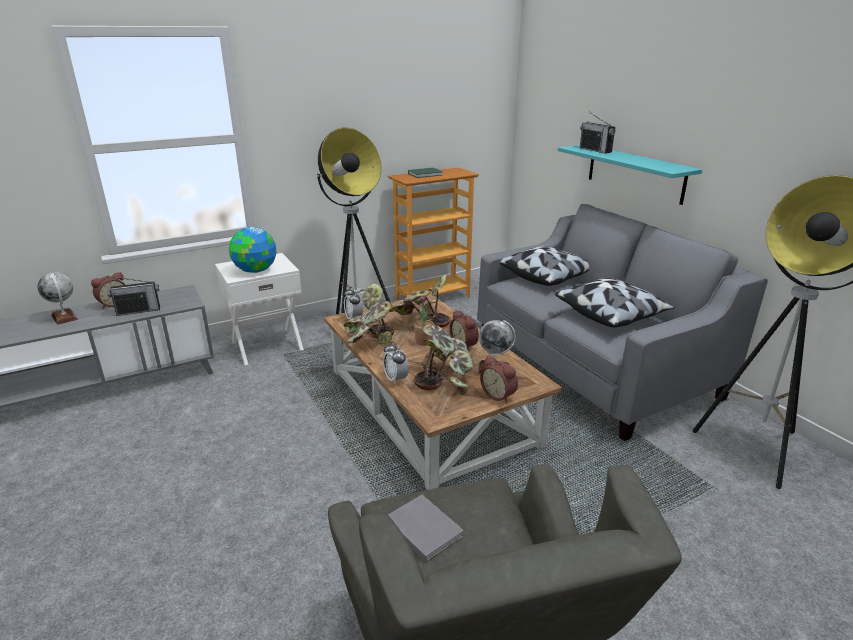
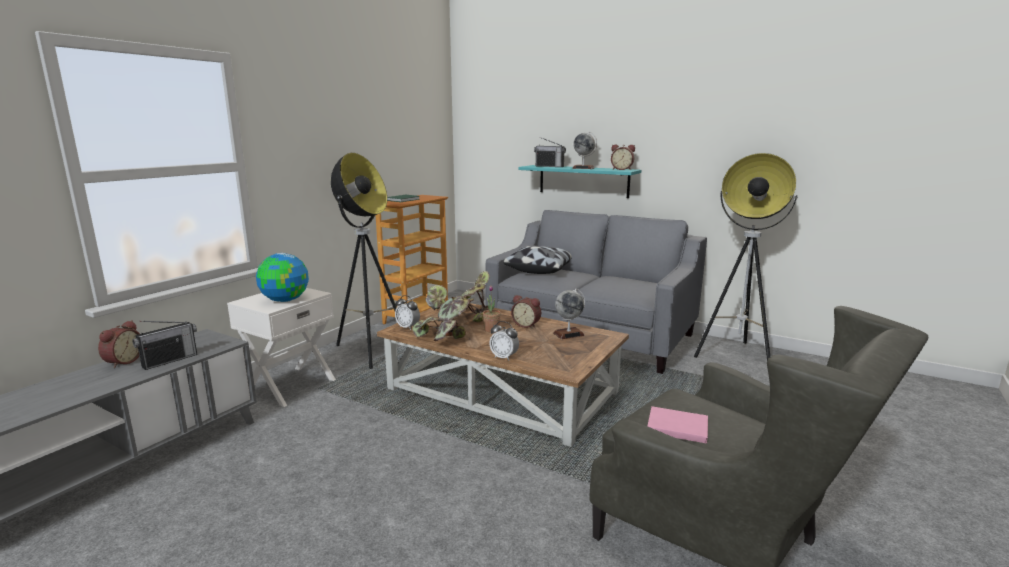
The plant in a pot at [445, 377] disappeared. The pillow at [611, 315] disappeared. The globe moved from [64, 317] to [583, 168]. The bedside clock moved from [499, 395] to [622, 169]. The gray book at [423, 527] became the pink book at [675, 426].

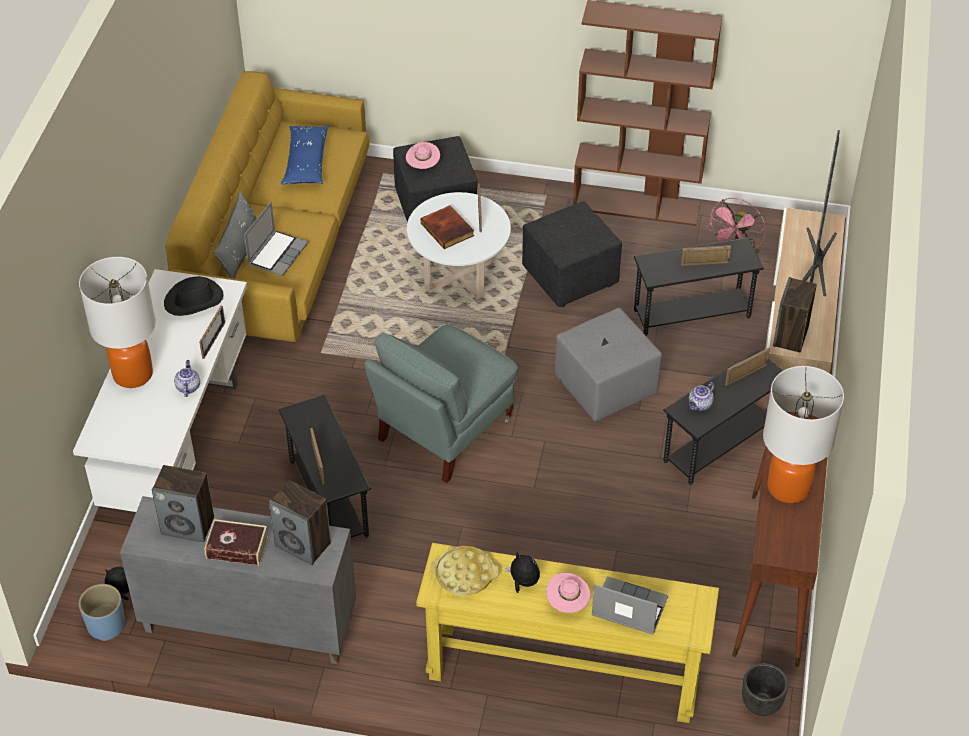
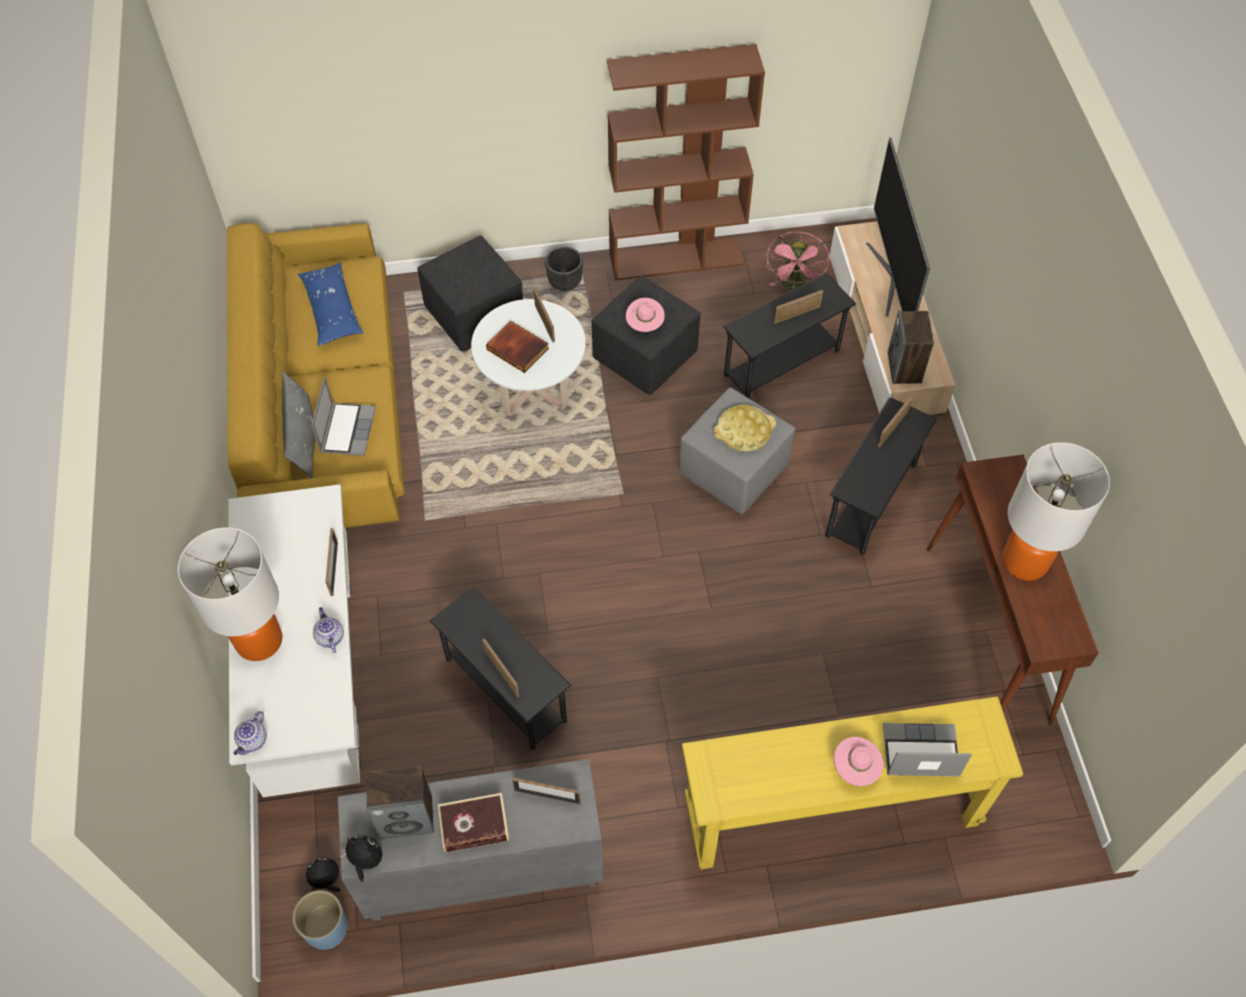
The black-coloured hat at [194, 300] disappeared. The gray armchair at [444, 430] disappeared. The pink hat moved from [423, 166] to [644, 325]. The yellow serving tray moved from [464, 574] to [743, 431]. The soft toy moved from [523, 582] to [365, 860]. The teapot moved from [700, 405] to [253, 741]. The black-coloured plant pot moved from [761, 703] to [565, 283]. The audio speaker at [303, 544] was replaced by the photo frame at [547, 796].

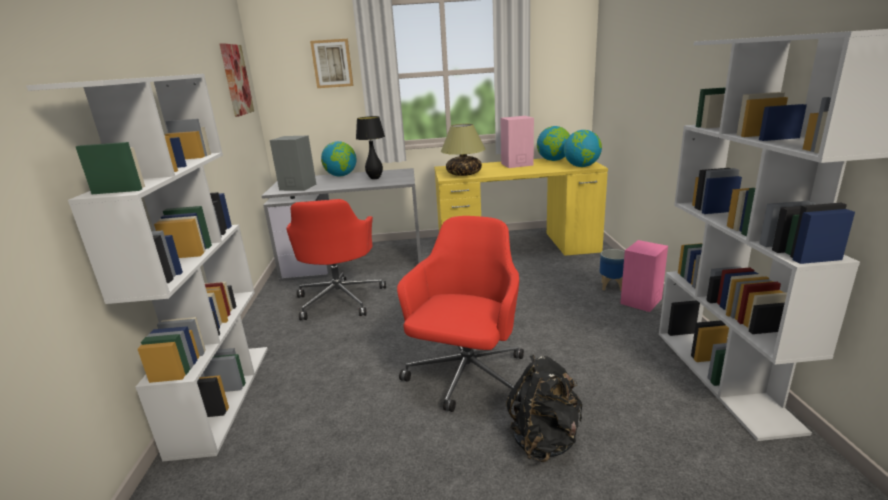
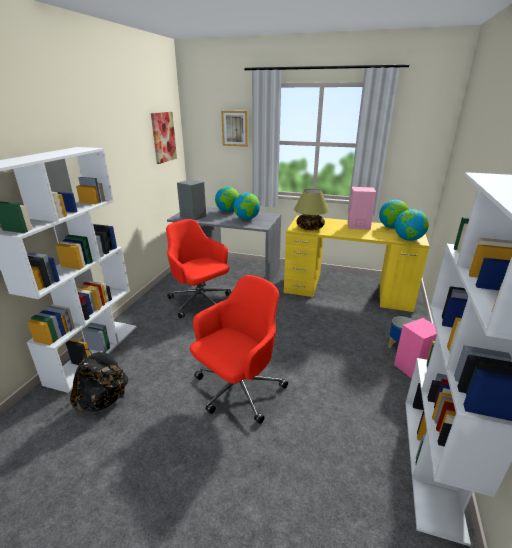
The black-coloured backpack moved from [545, 440] to [103, 400]. The black-coloured table lamp at [375, 178] was replaced by the globe at [246, 219]. The red-coloured computer chair at [340, 299] turned 120 degrees clockwise.

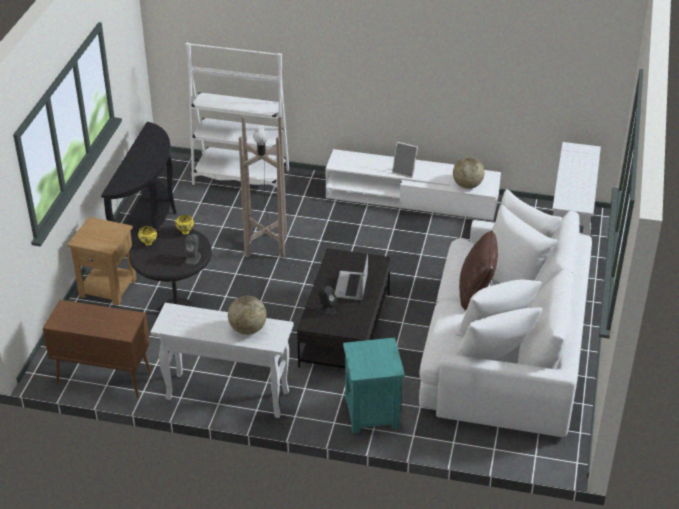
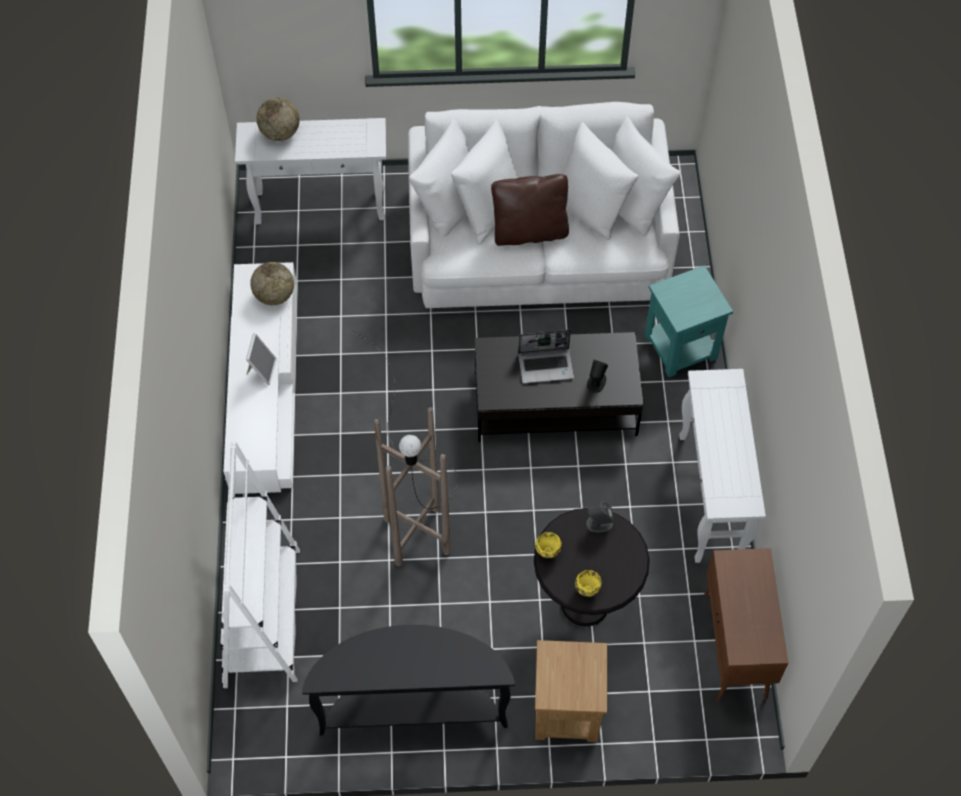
The globe moved from [248, 329] to [280, 133].

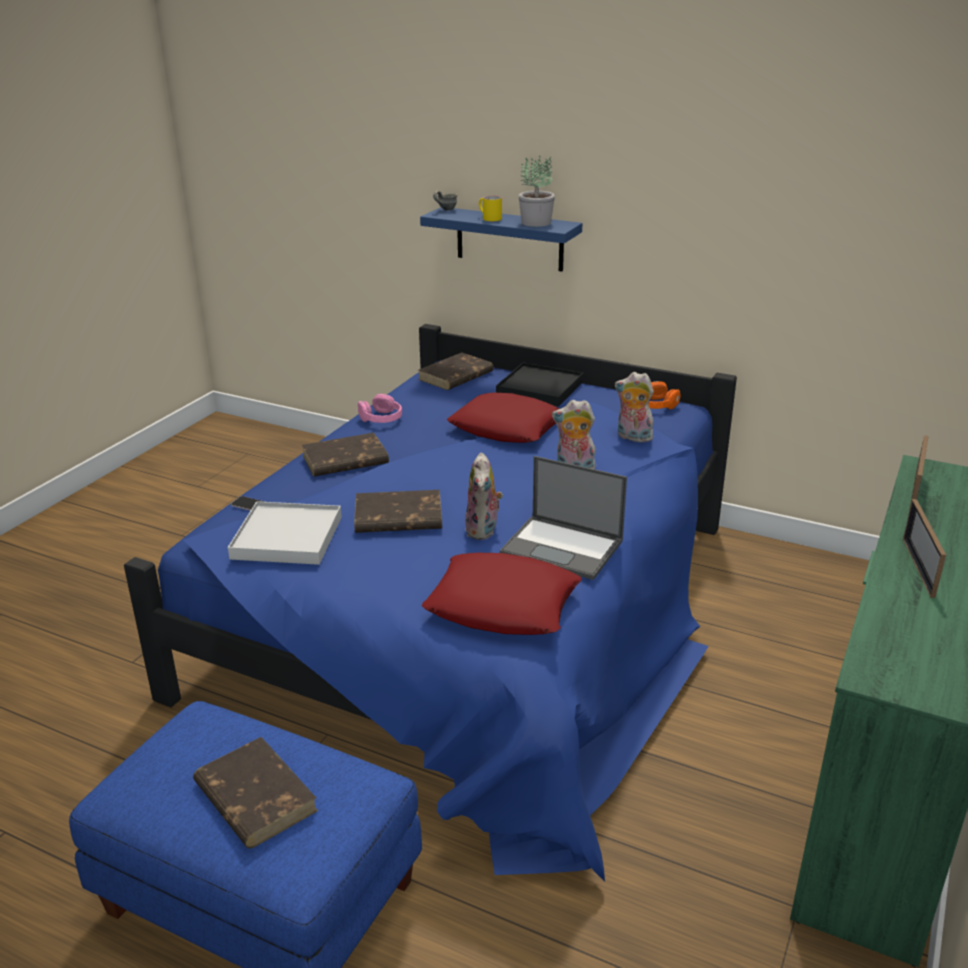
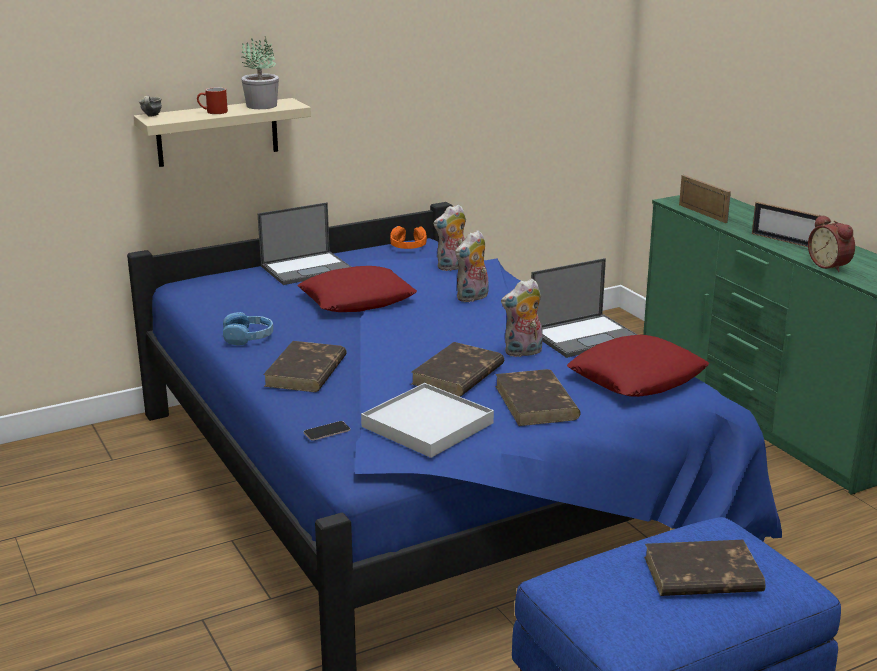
The bedside clock at [830, 265] appeared. The brown book moved from [455, 376] to [536, 403]. The black-coloured serving tray at [540, 388] was replaced by the portable computer at [307, 268]. The pink headphones at [381, 419] became the bluish headphones at [248, 337]. The bluish shelf at [509, 239] became the beige-coloured shelf at [217, 132]. The yellow mug at [488, 218] became the red-coloured mug at [213, 112]. The soft toy at [484, 530] turned 120 degrees clockwise.

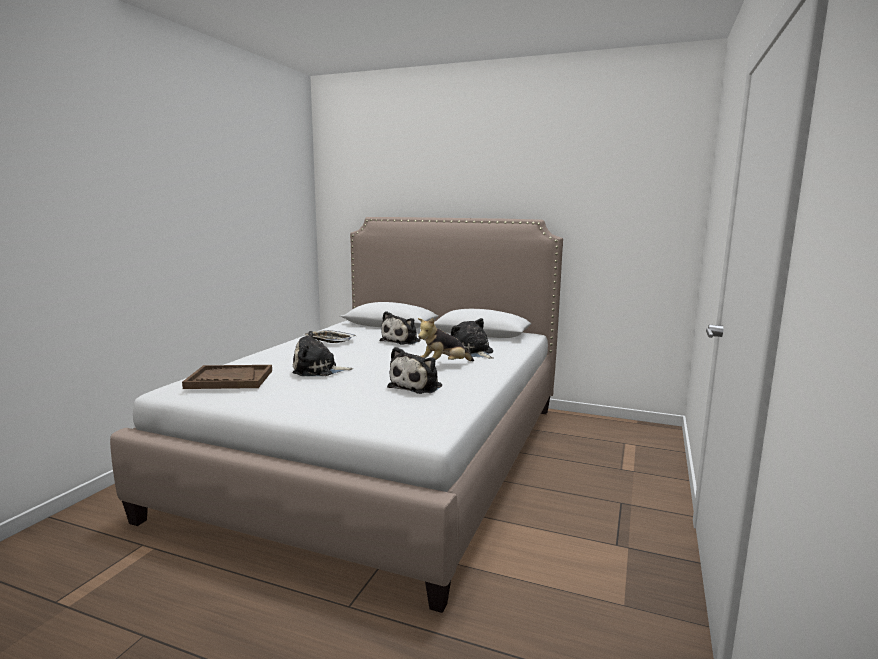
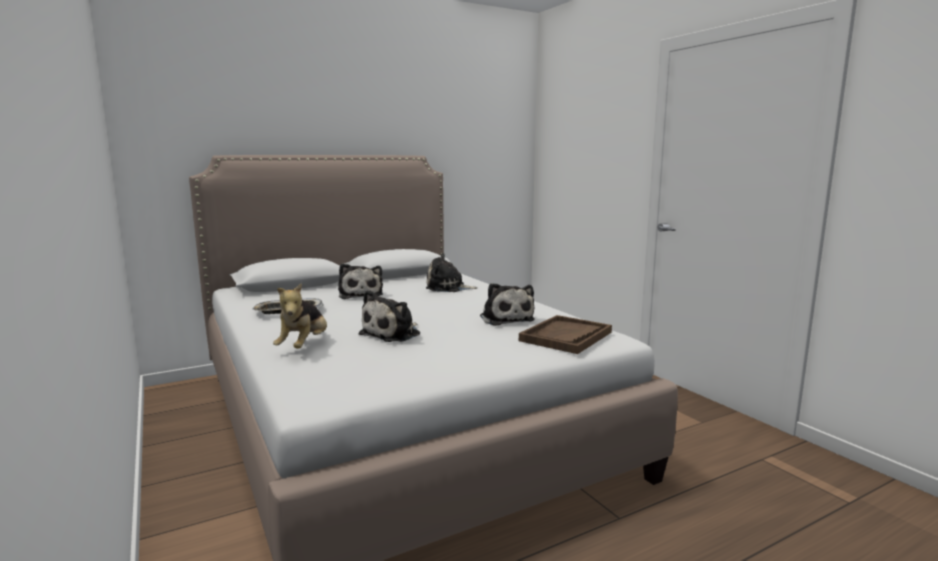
The brown serving tray moved from [229, 379] to [566, 336]. The soft toy moved from [444, 366] to [304, 346].

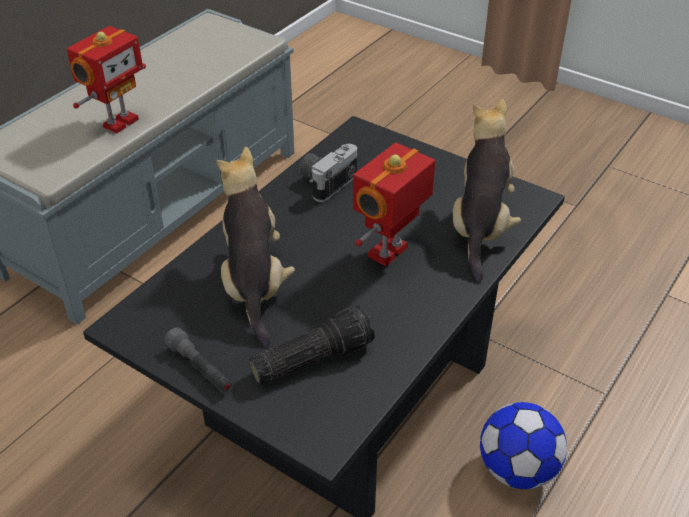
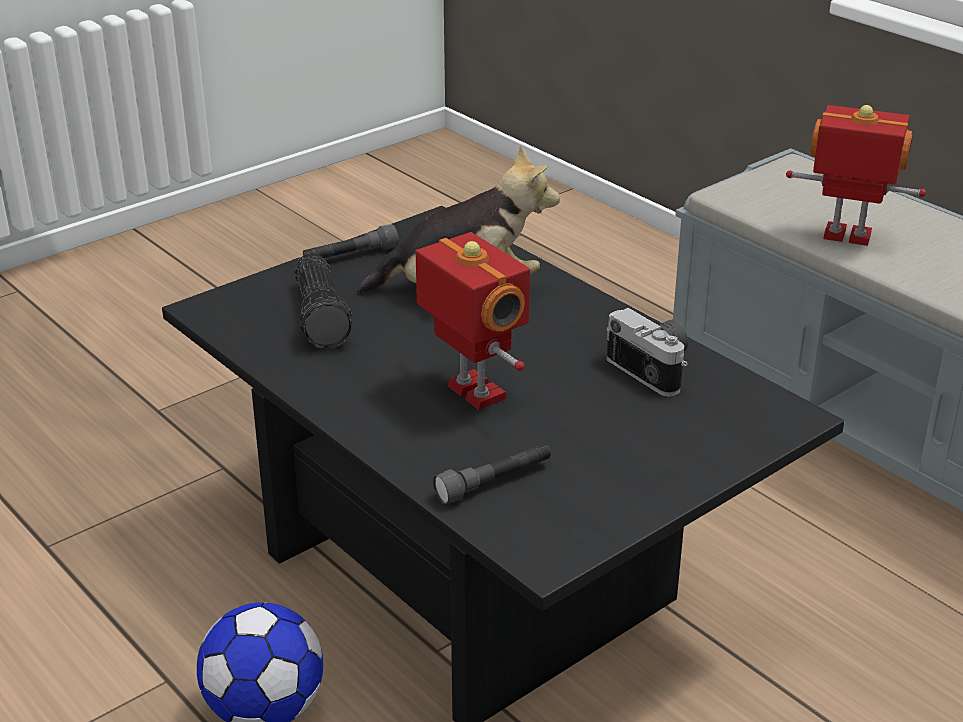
The soft toy at [480, 227] was replaced by the gray torch at [494, 482]. The model robot at [119, 122] turned 150 degrees clockwise.

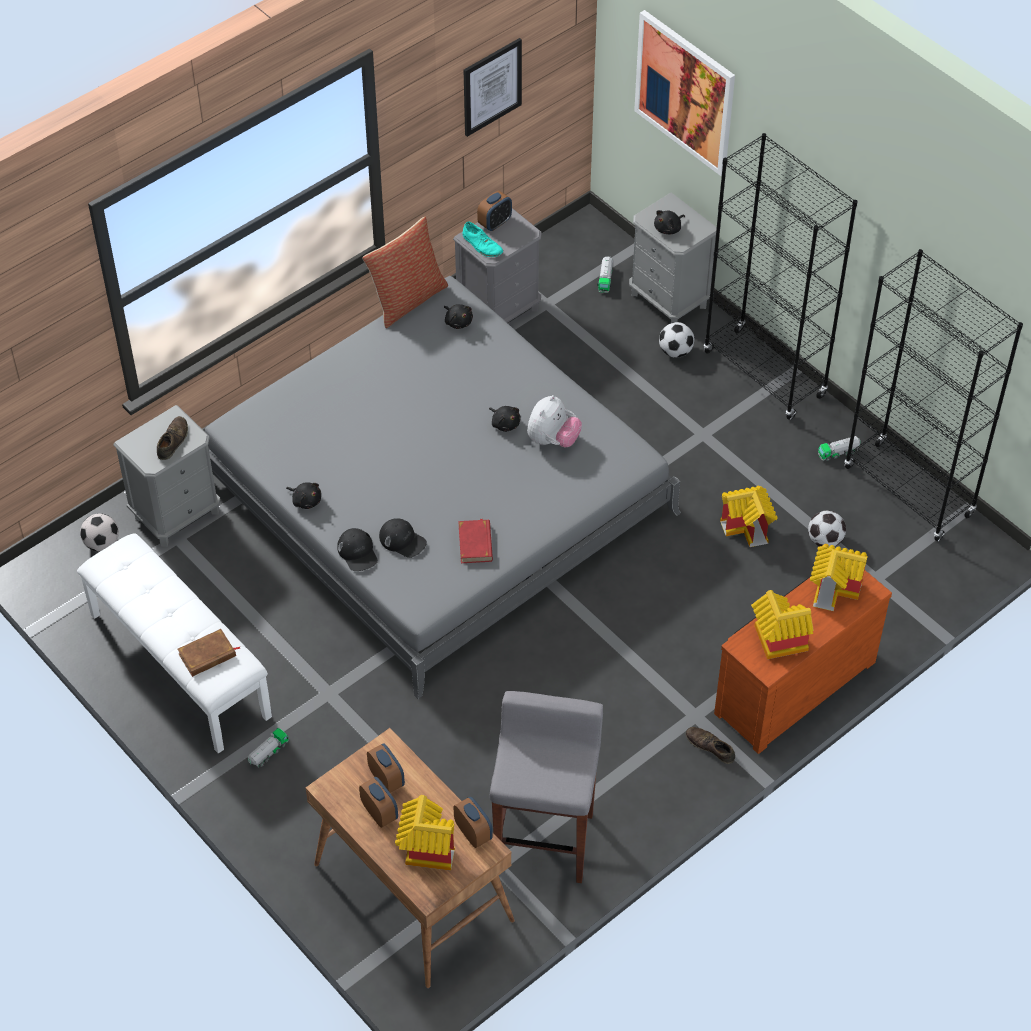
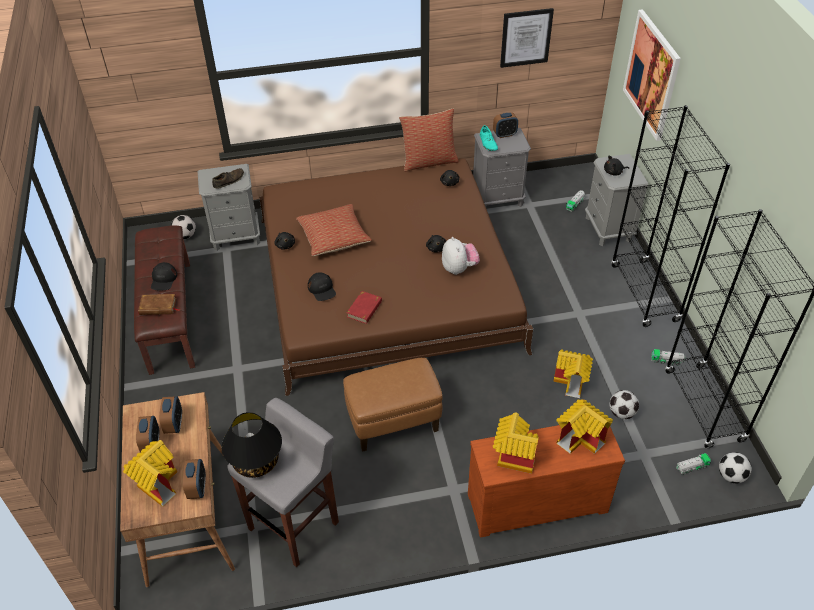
The brown low shoe at [710, 747] disappeared. The black-coloured table lamp at [256, 461] appeared. The pillow at [334, 237] appeared. The brown footrest at [394, 423] appeared. The toy lorry moved from [268, 753] to [691, 467]. The black-coloured peaked cap moved from [357, 552] to [163, 279]. The ball for football moved from [675, 351] to [731, 476]. The whitish long seat at [178, 665] became the brown long seat at [169, 316]. The gray bedroom bed at [436, 495] became the brown bedroom bed at [386, 283]. The soft toy at [552, 440] turned 75 degrees counterclockwise.

